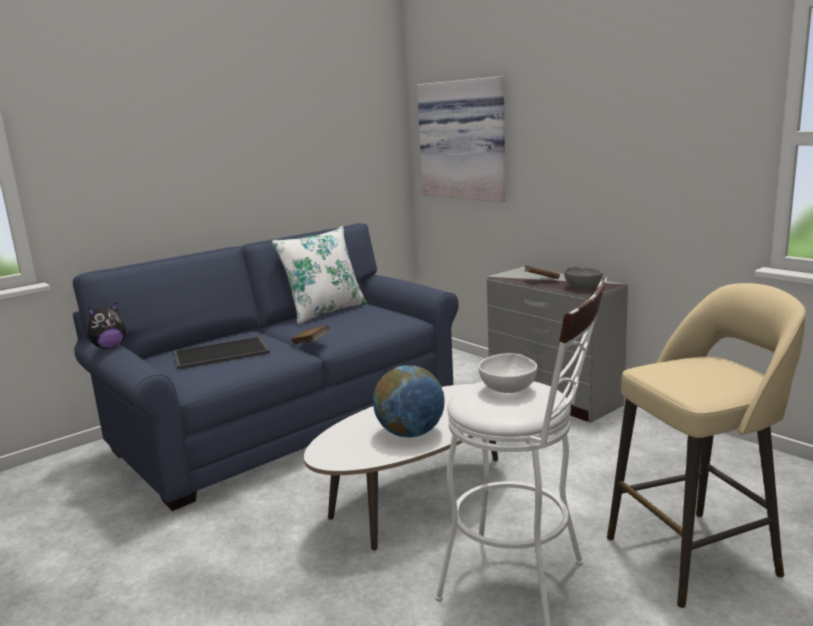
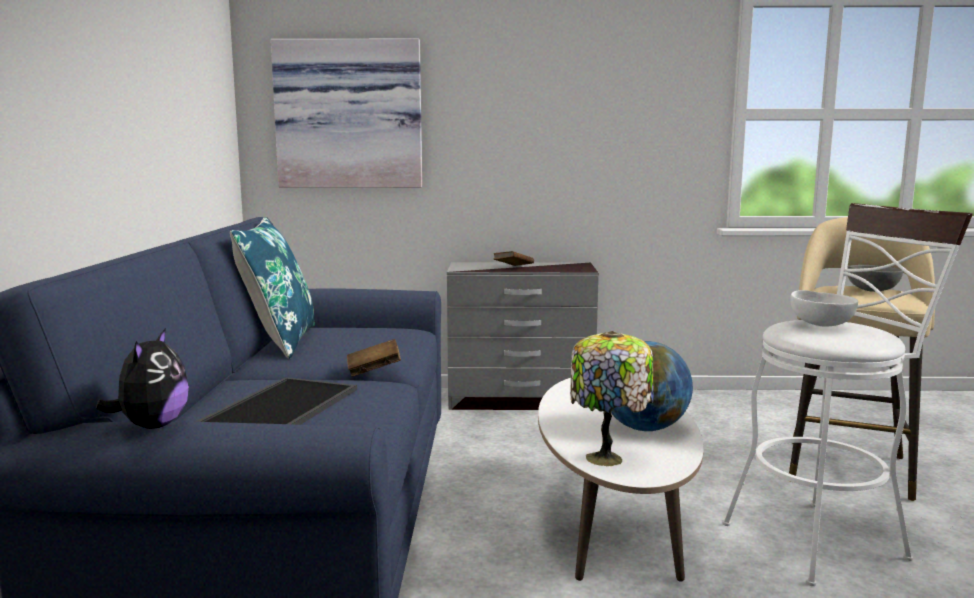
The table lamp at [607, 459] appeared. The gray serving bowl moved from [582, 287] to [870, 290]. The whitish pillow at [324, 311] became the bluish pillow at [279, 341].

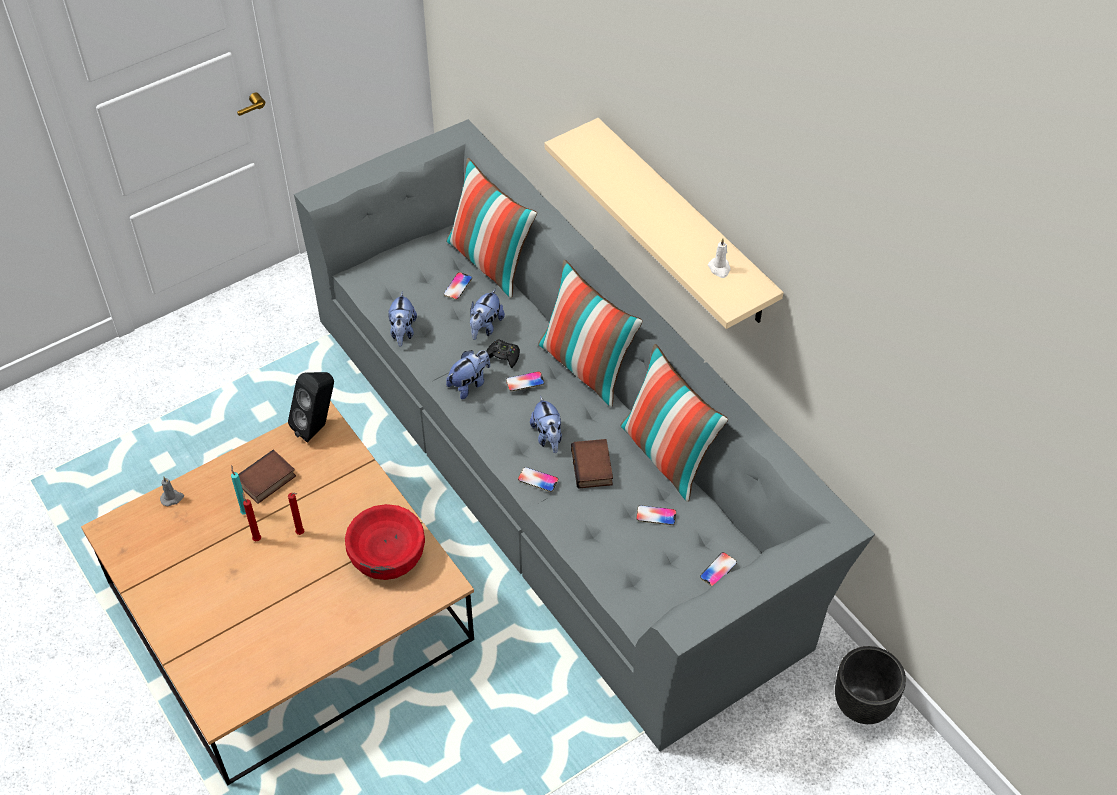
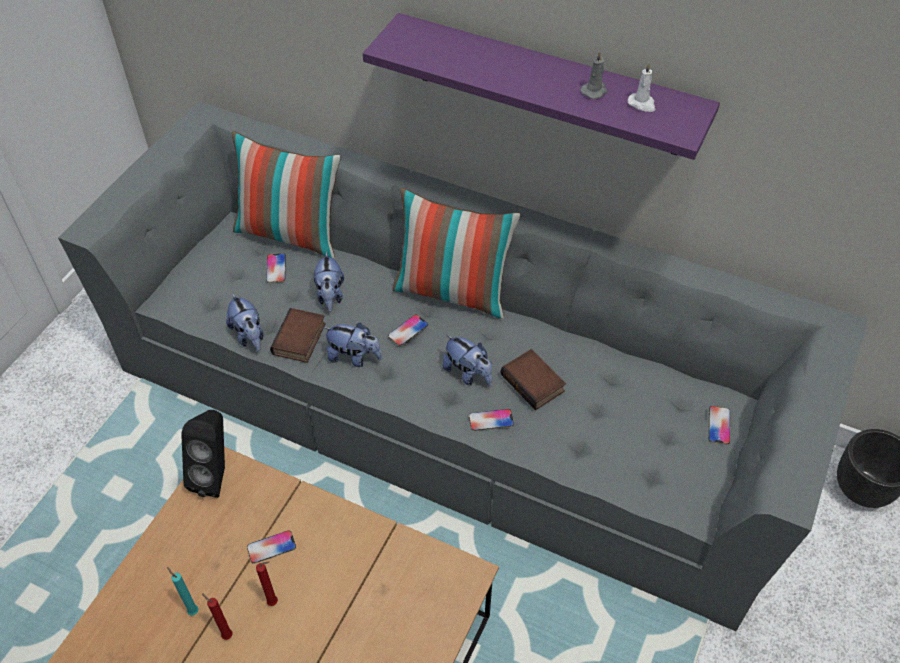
The red-coloured serving bowl at [387, 555] disappeared. The black-coloured game controller at [503, 356] disappeared. The pillow at [668, 456] disappeared. The gray wax candle moved from [172, 498] to [594, 91]. The book moved from [266, 481] to [300, 340]. The handset moved from [656, 515] to [271, 547]. The beige-coloured shelf at [684, 223] became the purple shelf at [548, 85]. The soft toy at [469, 384] turned 90 degrees clockwise.

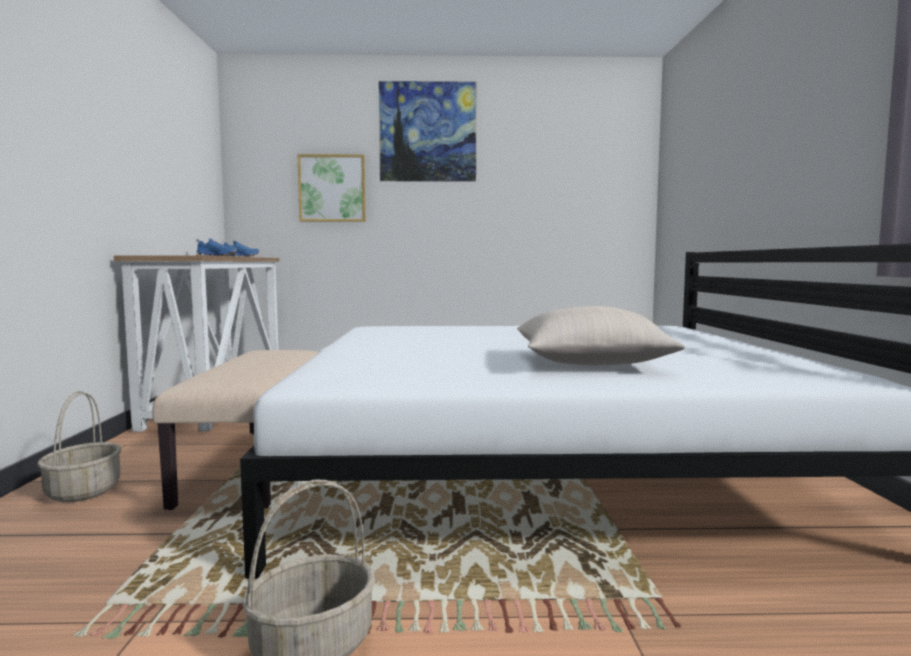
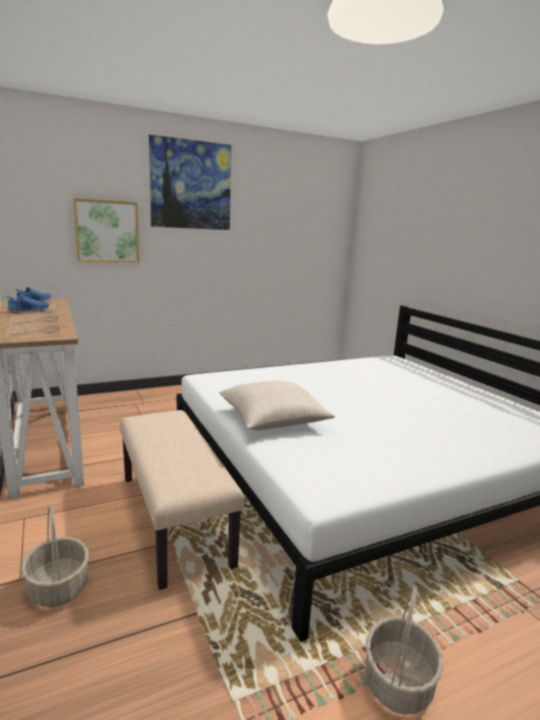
The beige-coloured pillow moved from [590, 363] to [273, 419].

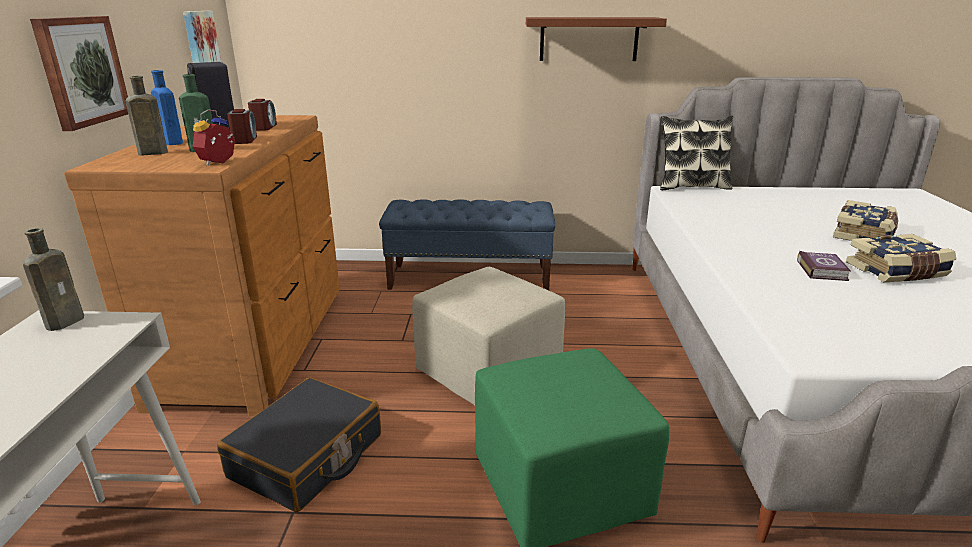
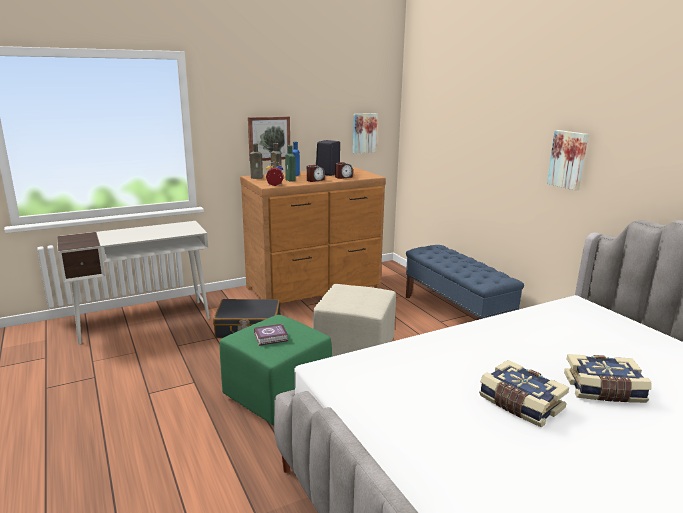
The pillow at [691, 186] disappeared. The brown beverage bottle moved from [67, 321] to [257, 178]. The book moved from [822, 270] to [272, 337]. The brown shelf at [589, 39] was replaced by the wall art at [568, 159].

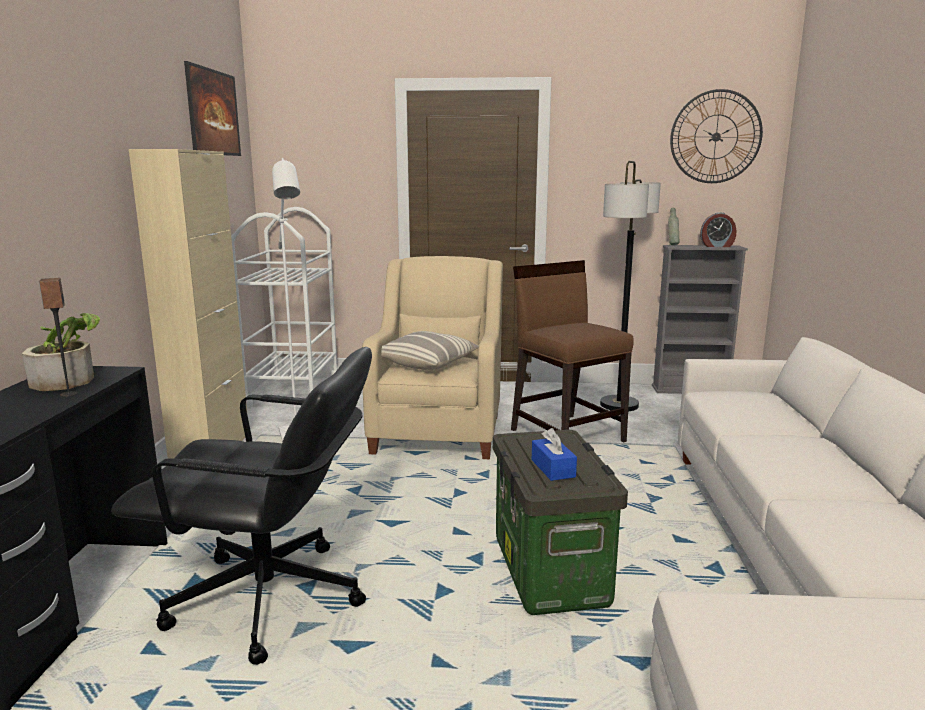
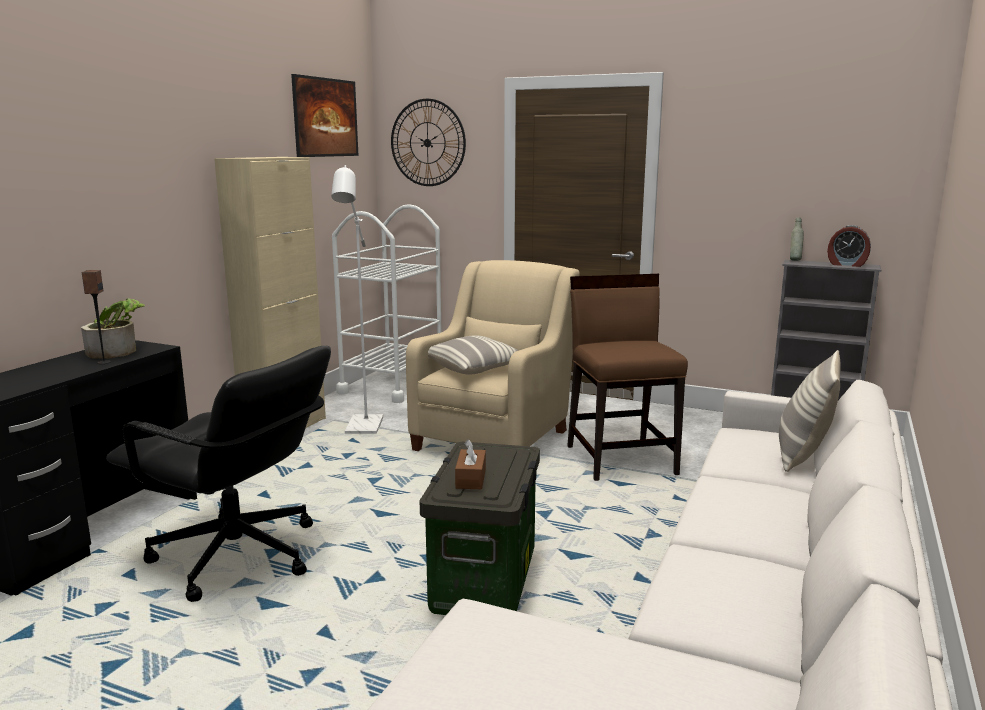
The standard lamp at [619, 405] disappeared. The pillow at [803, 456] appeared. The wall clock moved from [715, 137] to [427, 143]. The bluish tissue holder at [553, 468] became the brown tissue holder at [471, 478].

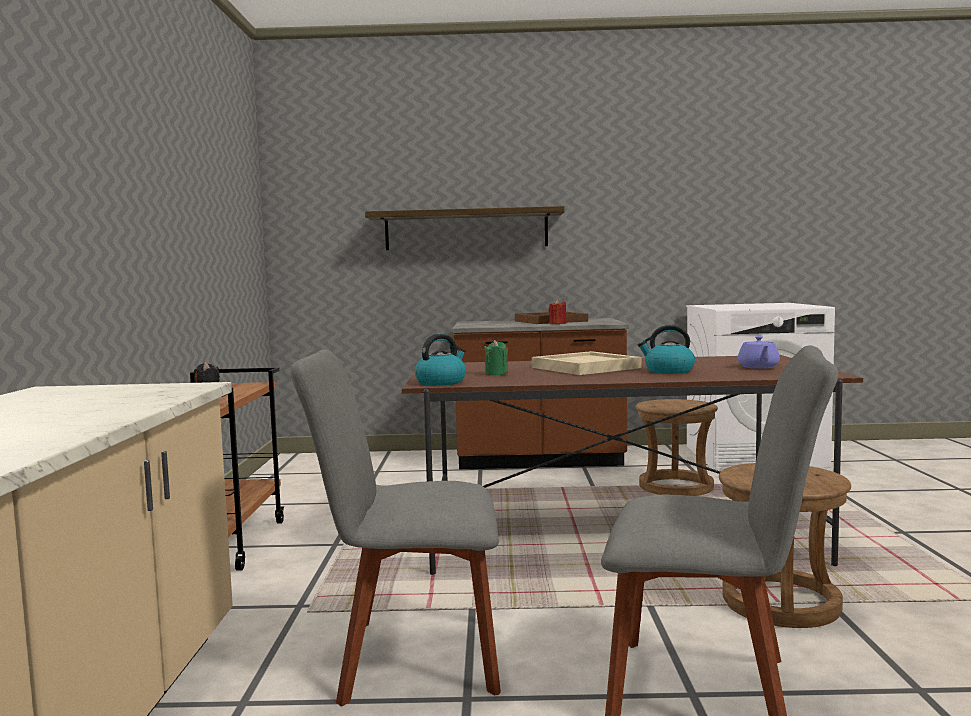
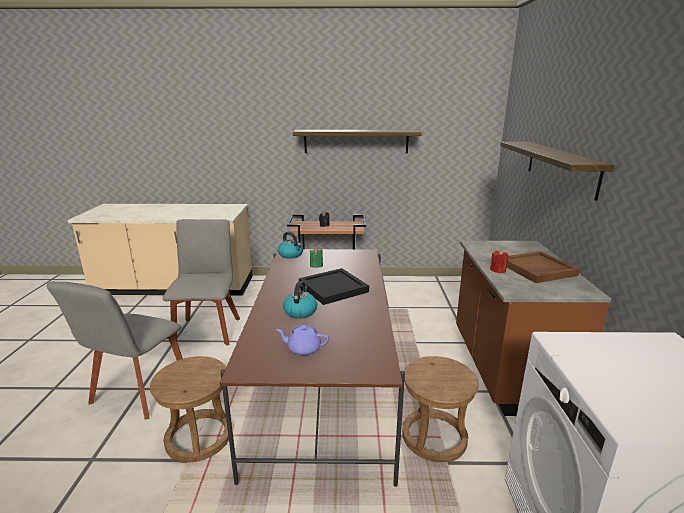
The shelf at [356, 141] appeared. The beige-coloured serving tray at [584, 367] became the black-coloured serving tray at [333, 288].

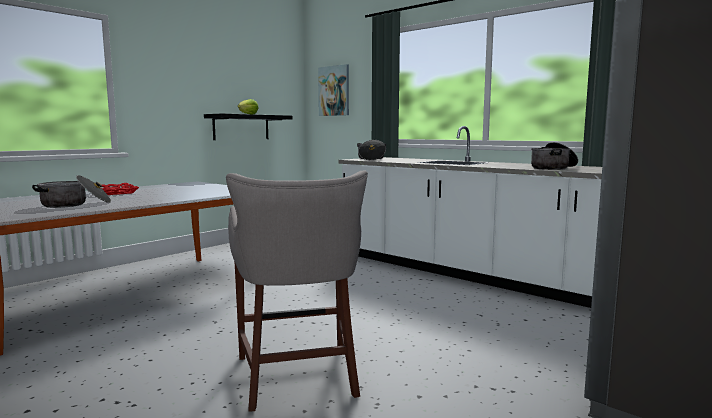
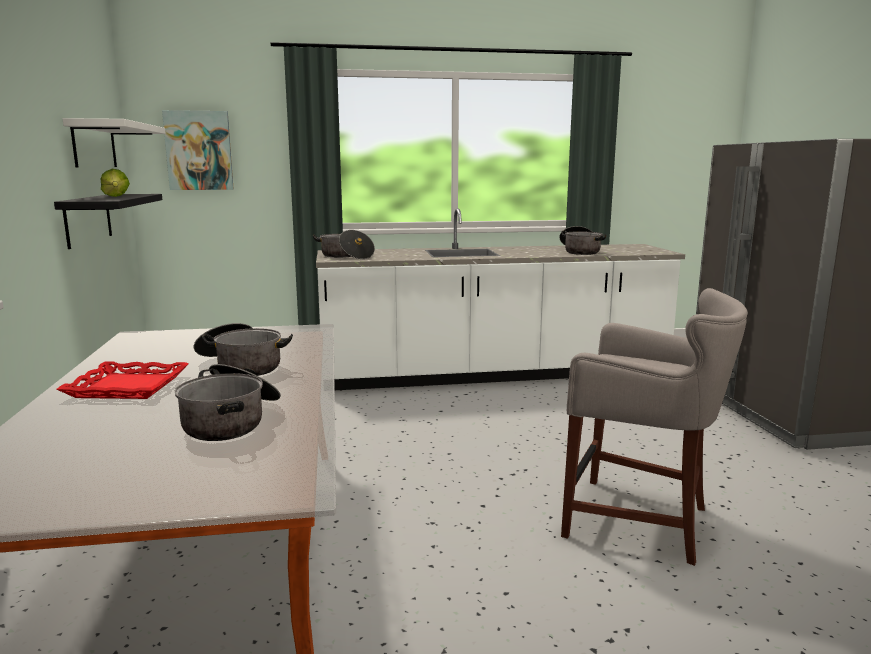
The whitish shelf at [94, 145] appeared. The stockpot at [241, 366] appeared.

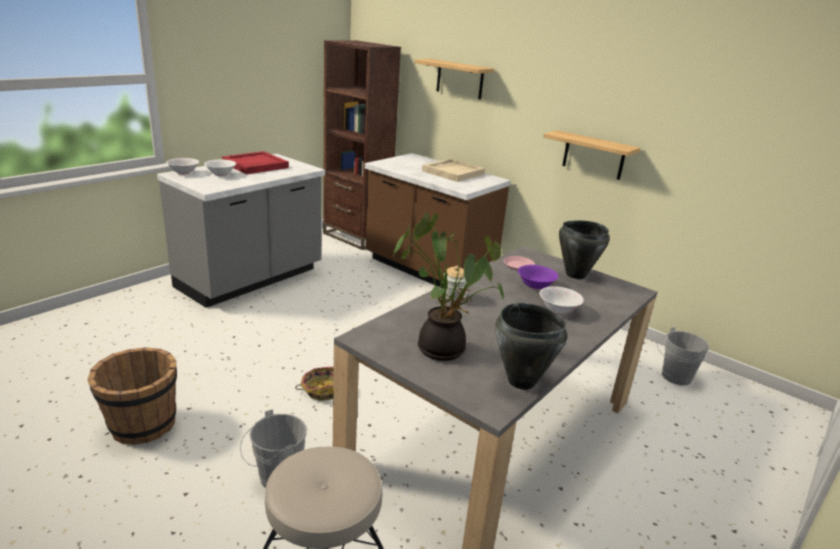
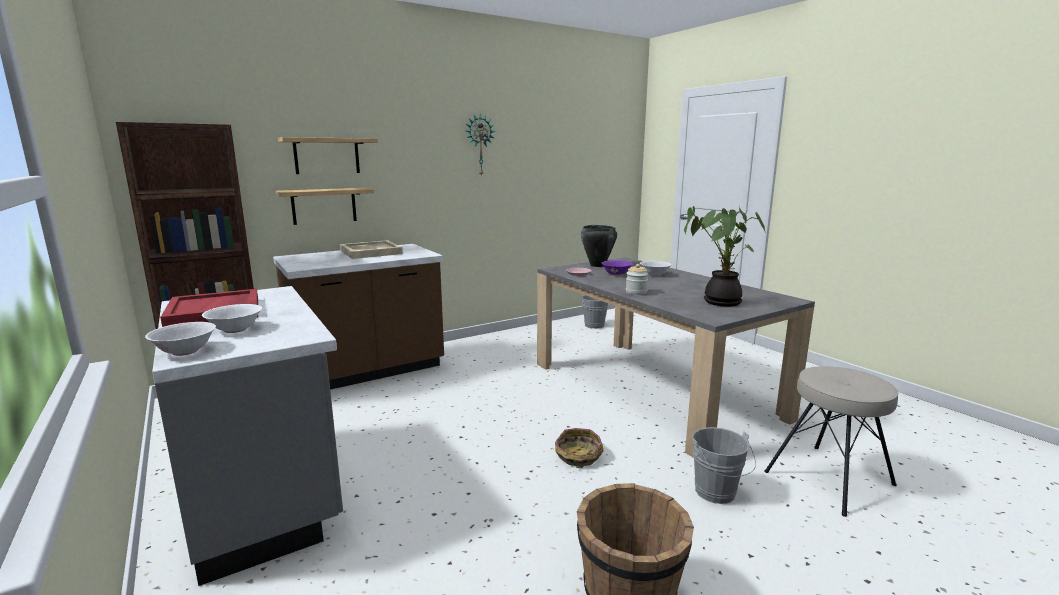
The black-coloured stockpot at [521, 382] disappeared. The wall clock at [479, 145] appeared. The shelf moved from [593, 155] to [324, 206].

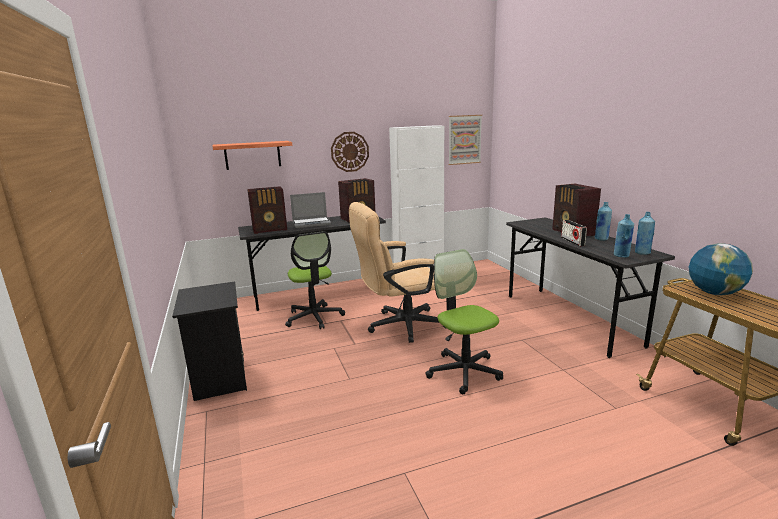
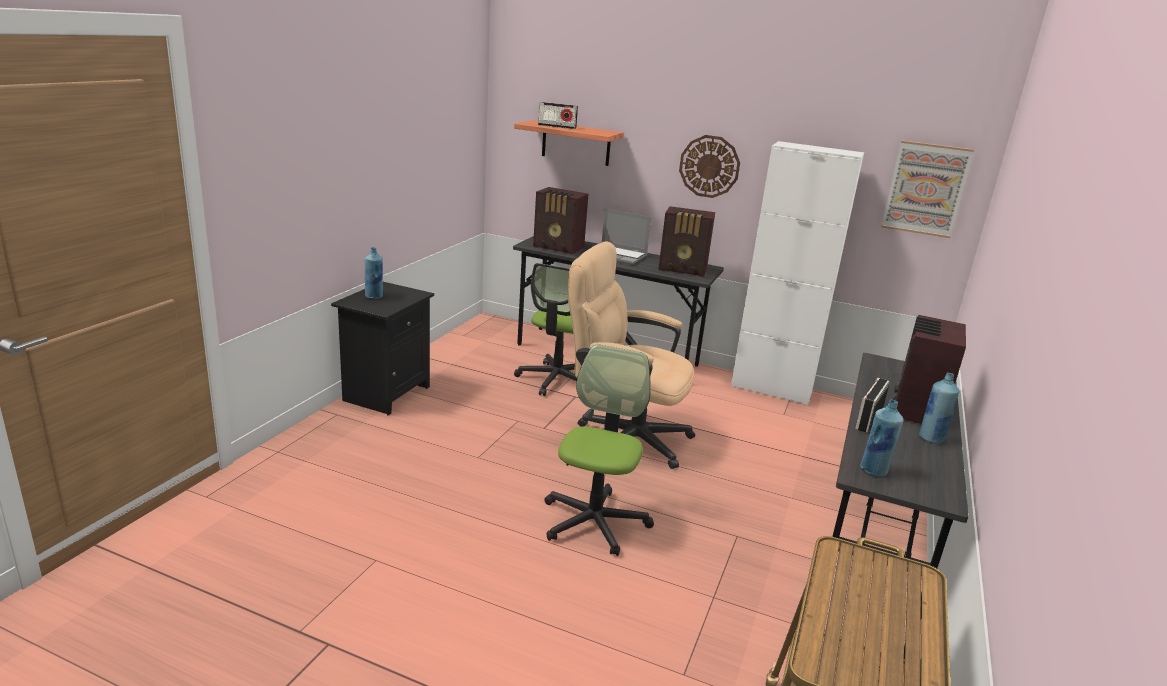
The globe at [714, 293] disappeared. The radio receiver at [557, 126] appeared. The bluish beverage bottle moved from [642, 253] to [374, 297].

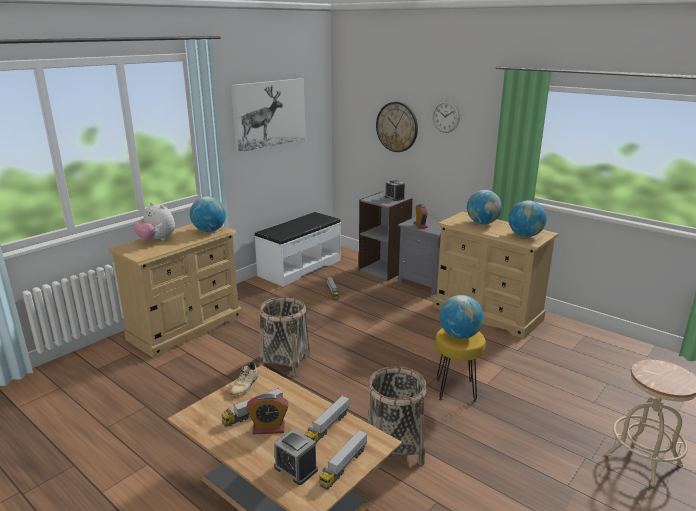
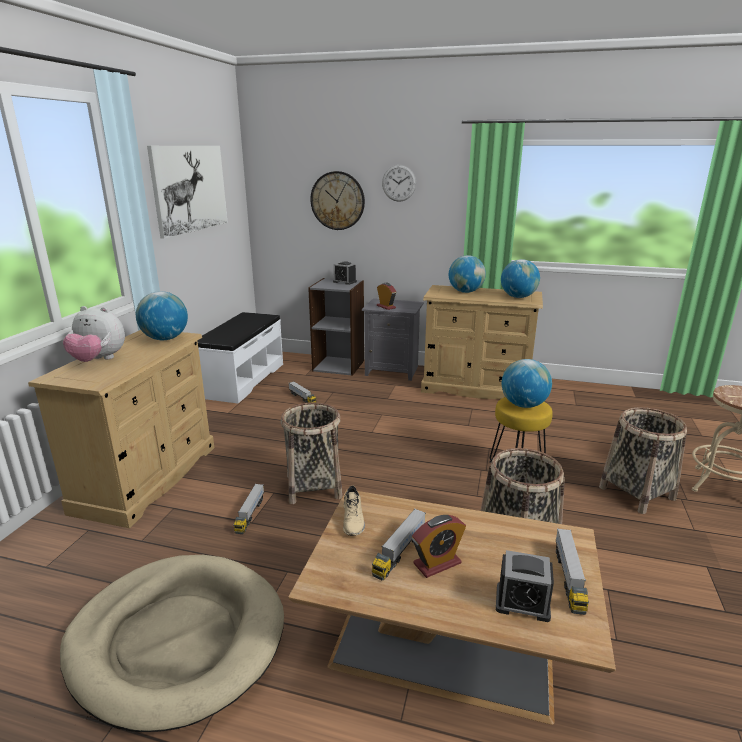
The beige-coloured dog bed at [177, 640] appeared. The storage basket at [637, 493] appeared. The toy lorry moved from [327, 427] to [250, 514].

